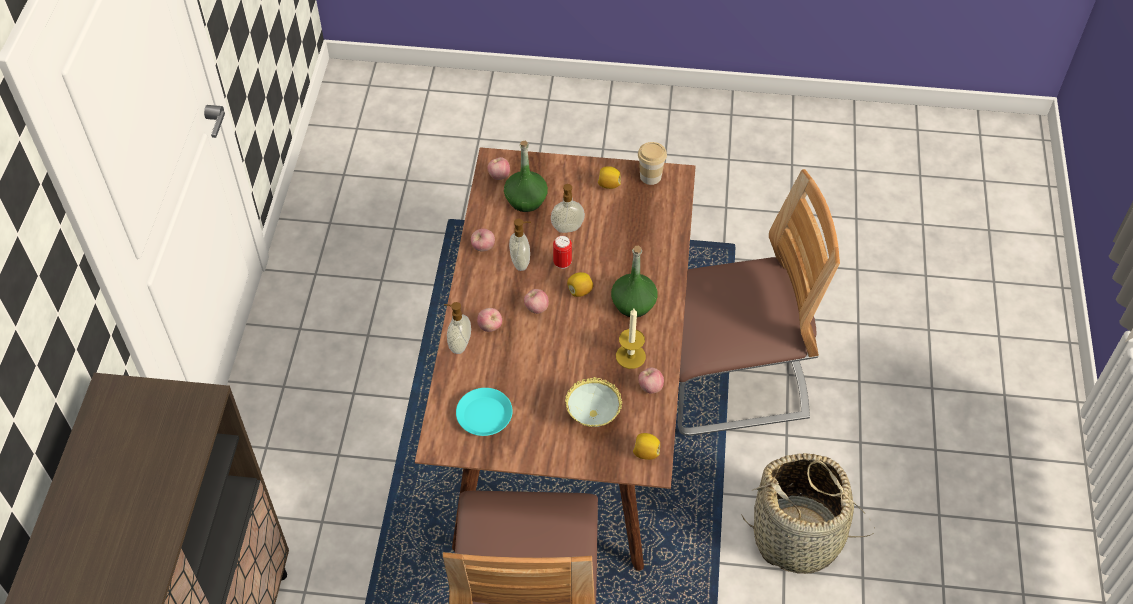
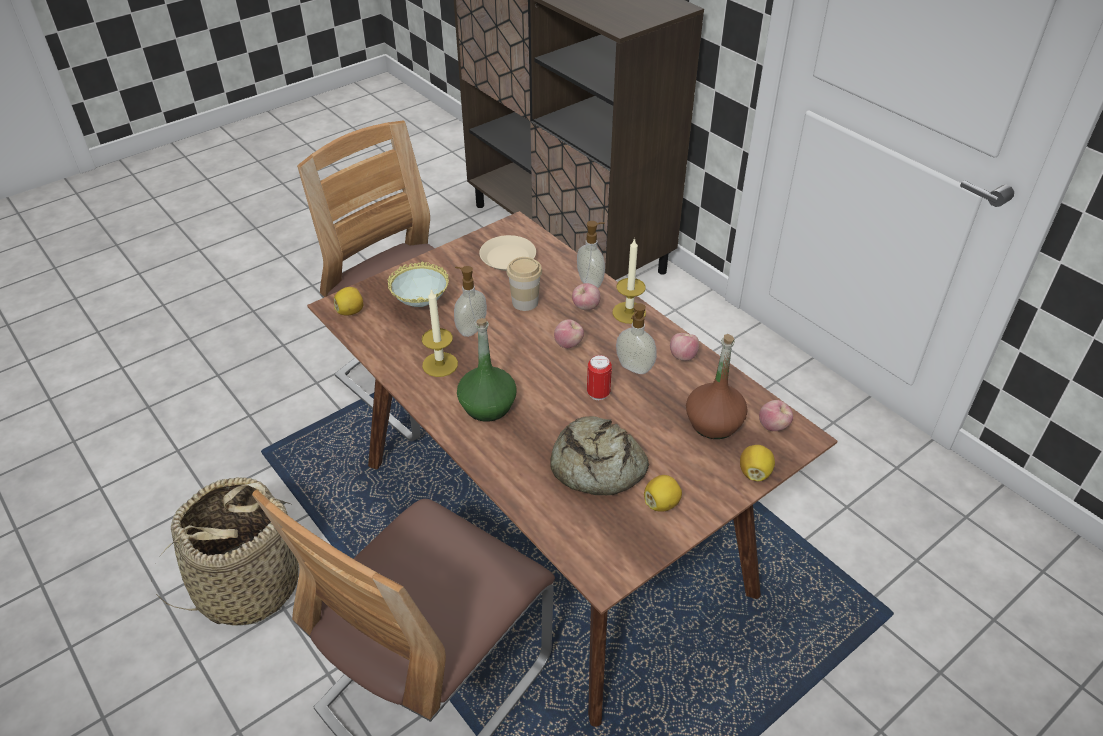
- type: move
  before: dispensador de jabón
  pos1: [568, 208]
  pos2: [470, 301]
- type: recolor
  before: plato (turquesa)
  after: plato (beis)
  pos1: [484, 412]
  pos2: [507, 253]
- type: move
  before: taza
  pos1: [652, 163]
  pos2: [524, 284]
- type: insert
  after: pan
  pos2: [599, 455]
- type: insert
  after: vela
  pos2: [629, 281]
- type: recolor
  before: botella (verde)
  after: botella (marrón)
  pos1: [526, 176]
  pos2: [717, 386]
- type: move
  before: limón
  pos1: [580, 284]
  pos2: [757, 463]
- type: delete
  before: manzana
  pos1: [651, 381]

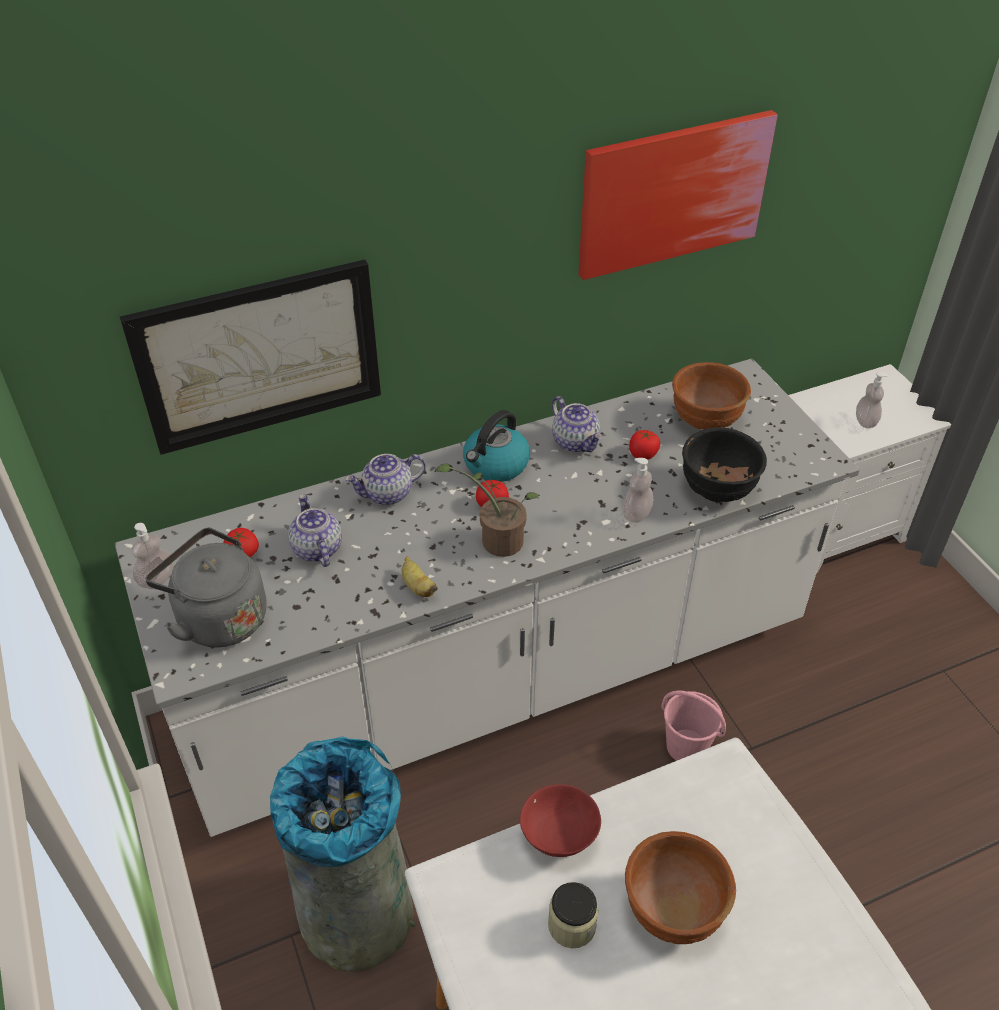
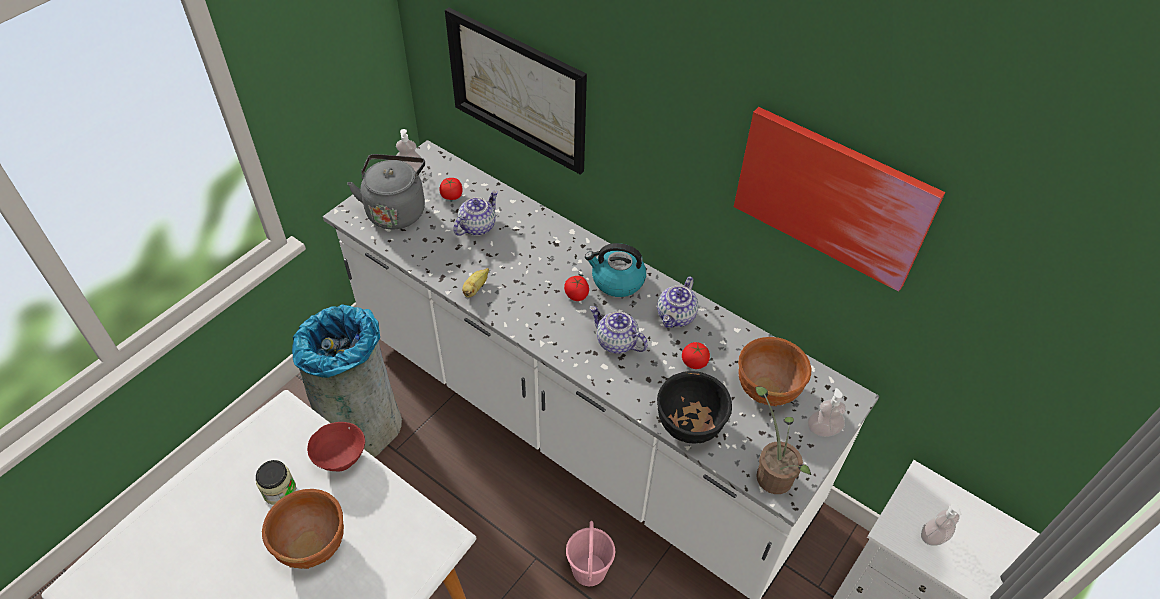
- type: move
  before: tetera
  pos1: [385, 479]
  pos2: [619, 330]
- type: move
  before: planta en maceta
  pos1: [487, 510]
  pos2: [783, 440]
- type: move
  before: dispensador de jabón
  pos1: [638, 490]
  pos2: [827, 412]

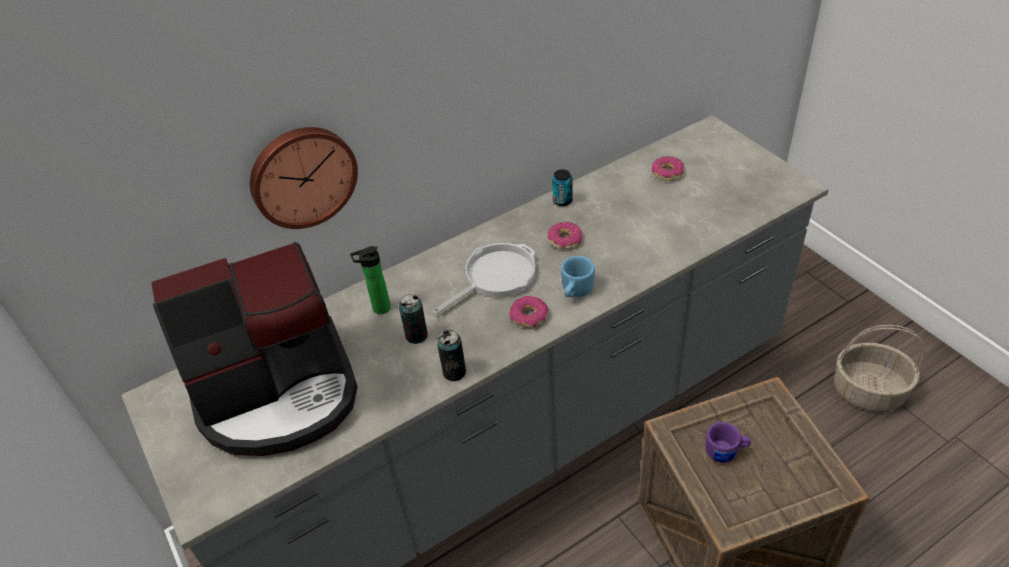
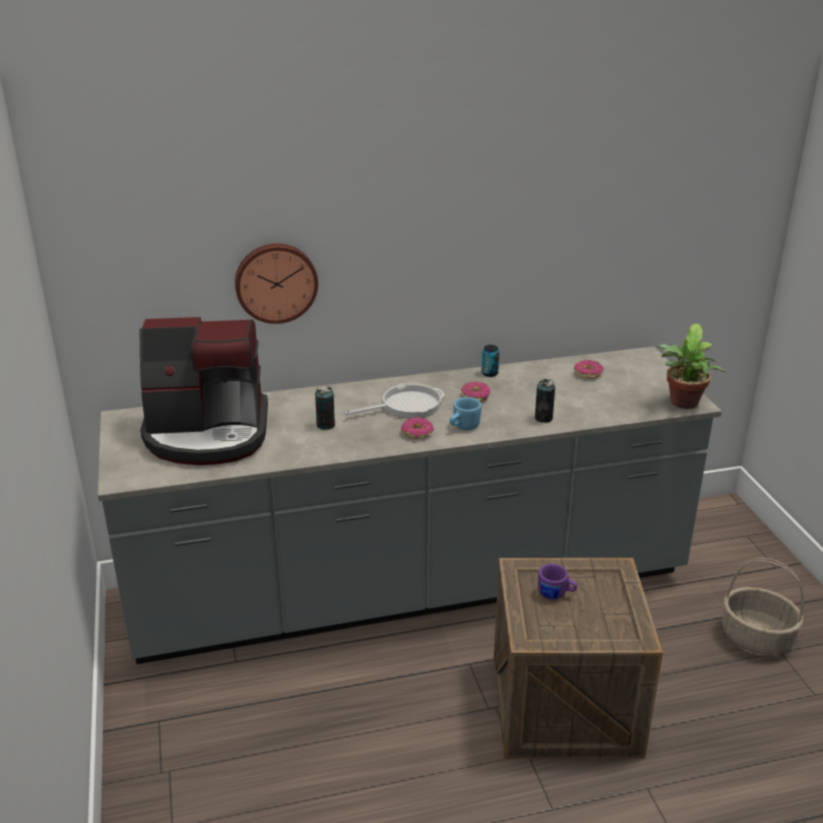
- type: move
  before: lata
  pos1: [451, 355]
  pos2: [545, 401]
- type: insert
  after: planta en maceta
  pos2: [691, 366]
- type: delete
  before: botella
  pos1: [370, 280]

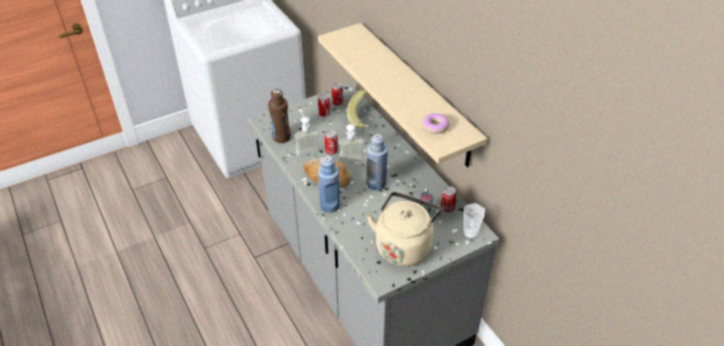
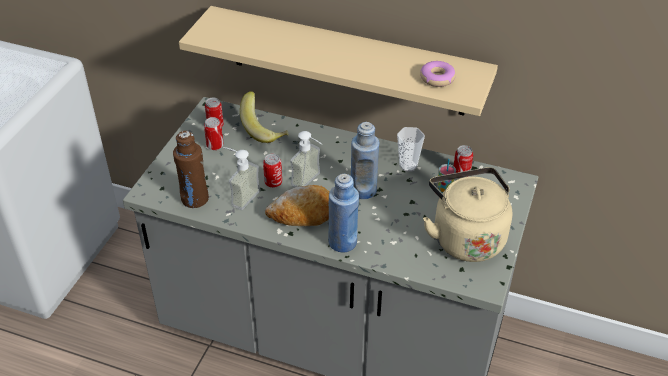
- type: move
  before: taza
  pos1: [474, 221]
  pos2: [411, 149]

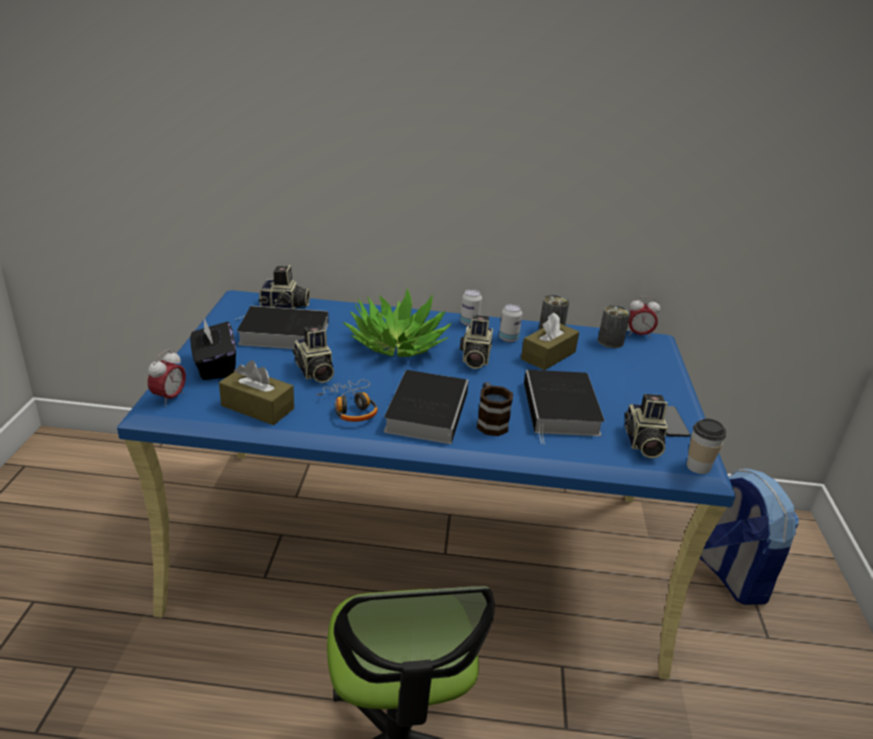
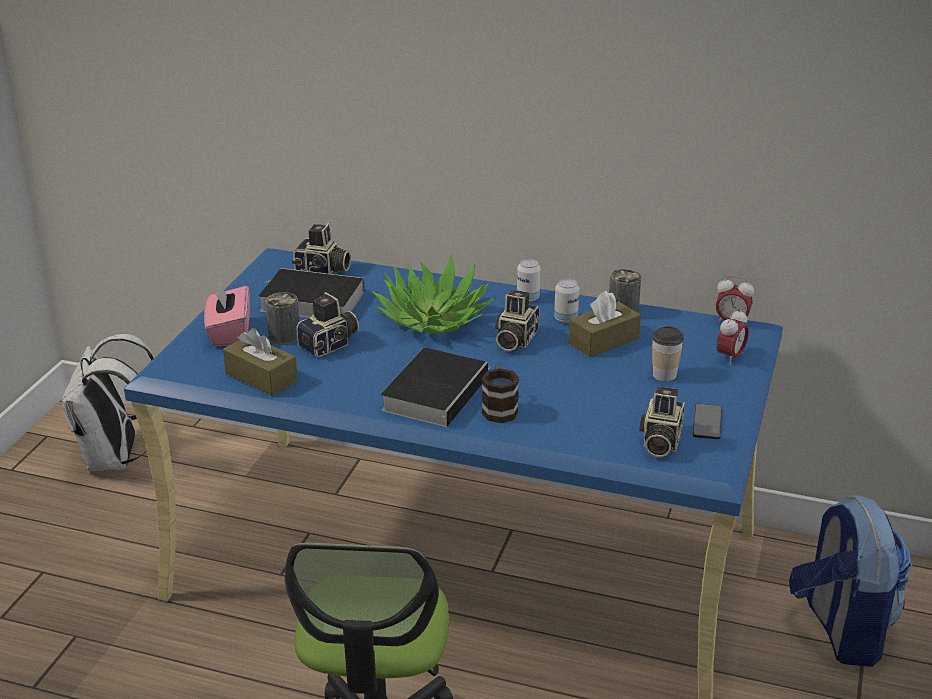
- type: insert
  after: mochila (blanco)
  pos2: [108, 402]
- type: recolor
  before: caja de pañuelos (negro)
  after: caja de pañuelos (rosa)
  pos1: [213, 349]
  pos2: [227, 314]
- type: move
  before: lata
  pos1: [614, 326]
  pos2: [282, 318]
- type: rotate
  before: cámara
  pos1: [313, 354]
  pos2: [328, 324]
  turn: -120
- type: move
  before: taza
  pos1: [706, 446]
  pos2: [668, 353]
- type: move
  before: despertador
  pos1: [167, 378]
  pos2: [733, 336]
- type: delete
  before: auriculares
  pos1: [347, 401]
- type: delete
  before: libro
  pos1: [564, 407]

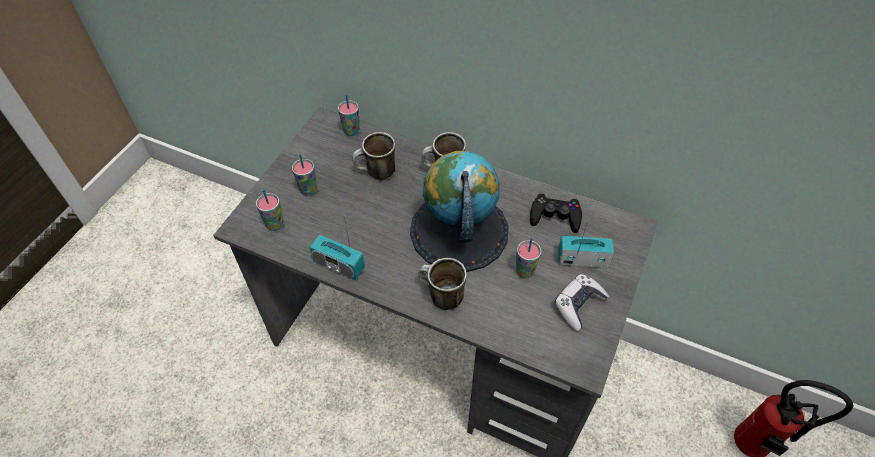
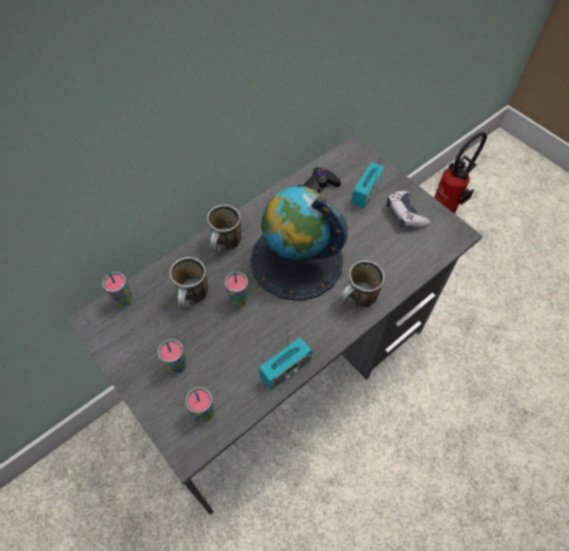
- type: move
  before: taza
  pos1: [528, 258]
  pos2: [236, 289]

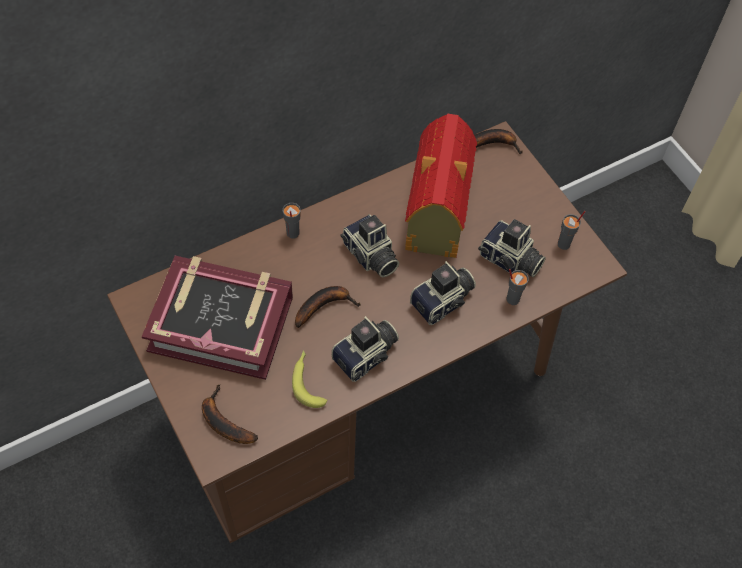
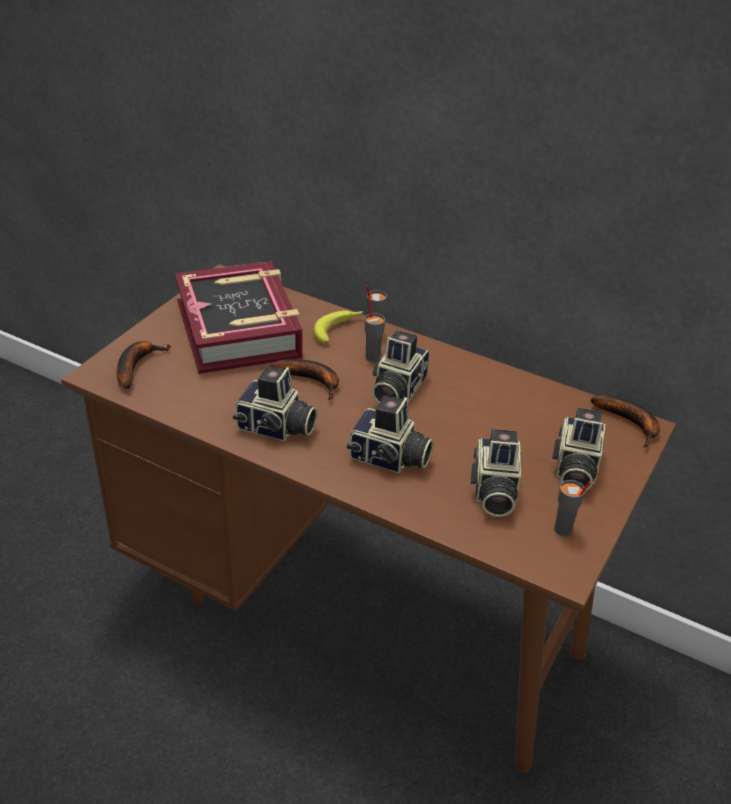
- type: move
  before: plátano
  pos1: [310, 379]
  pos2: [338, 327]
- type: move
  before: taza (gris)
  pos1: [518, 287]
  pos2: [375, 330]
- type: insert
  after: cámara
  pos2: [578, 450]
- type: delete
  before: casita
  pos1: [441, 185]

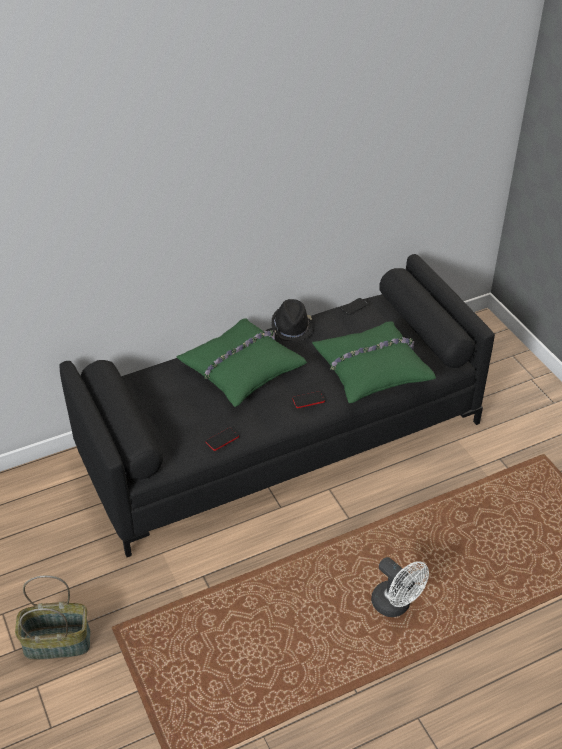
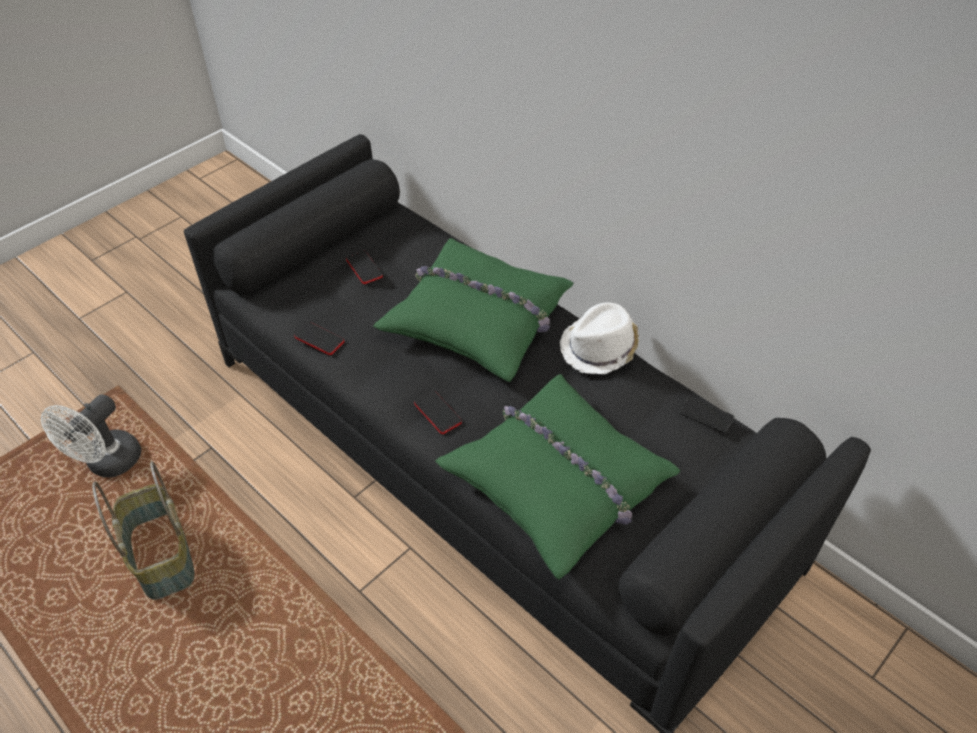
- type: move
  before: ventilador (blanco)
  pos1: [400, 587]
  pos2: [91, 436]
- type: move
  before: cesta
  pos1: [53, 617]
  pos2: [143, 530]
- type: insert
  after: móvil
  pos2: [364, 267]
- type: recolor
  before: sombrero (negro)
  after: sombrero (blanco)
  pos1: [292, 321]
  pos2: [599, 338]

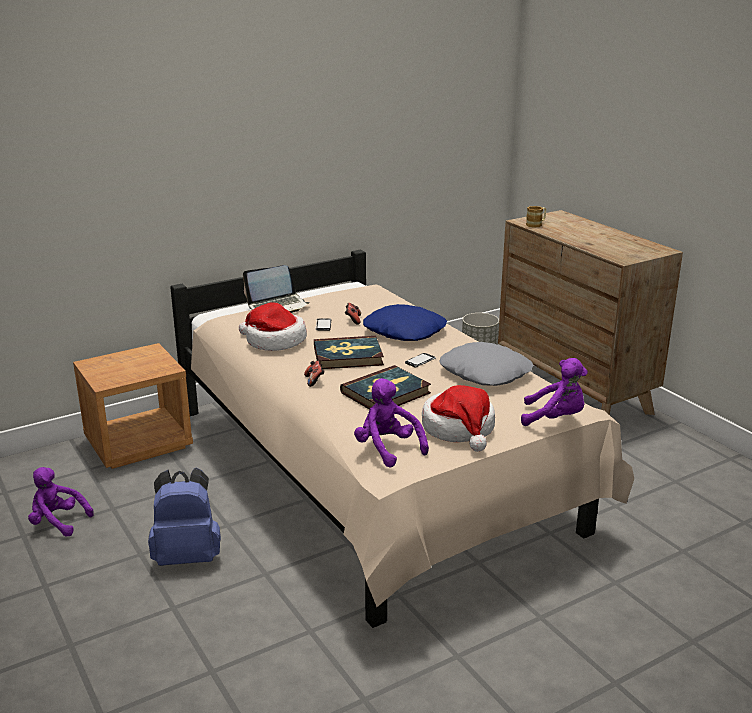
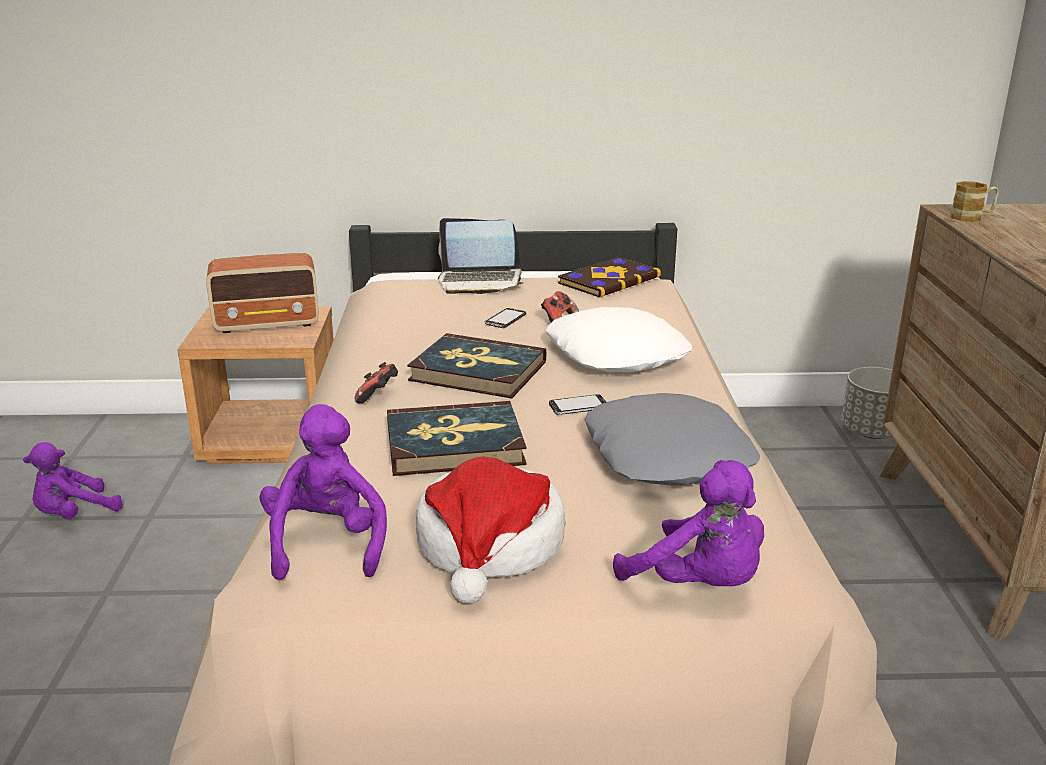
- type: rotate
  before: peluche (morado)
  pos1: [61, 502]
  pos2: [73, 480]
  turn: -90
- type: insert
  after: radio
  pos2: [262, 293]
- type: recolor
  before: cojín (azul)
  after: cojín (blanco)
  pos1: [405, 322]
  pos2: [619, 339]
- type: insert
  after: libro
  pos2: [609, 277]
- type: delete
  before: mochila (azul)
  pos1: [184, 516]
- type: delete
  before: sombrero
  pos1: [273, 326]

